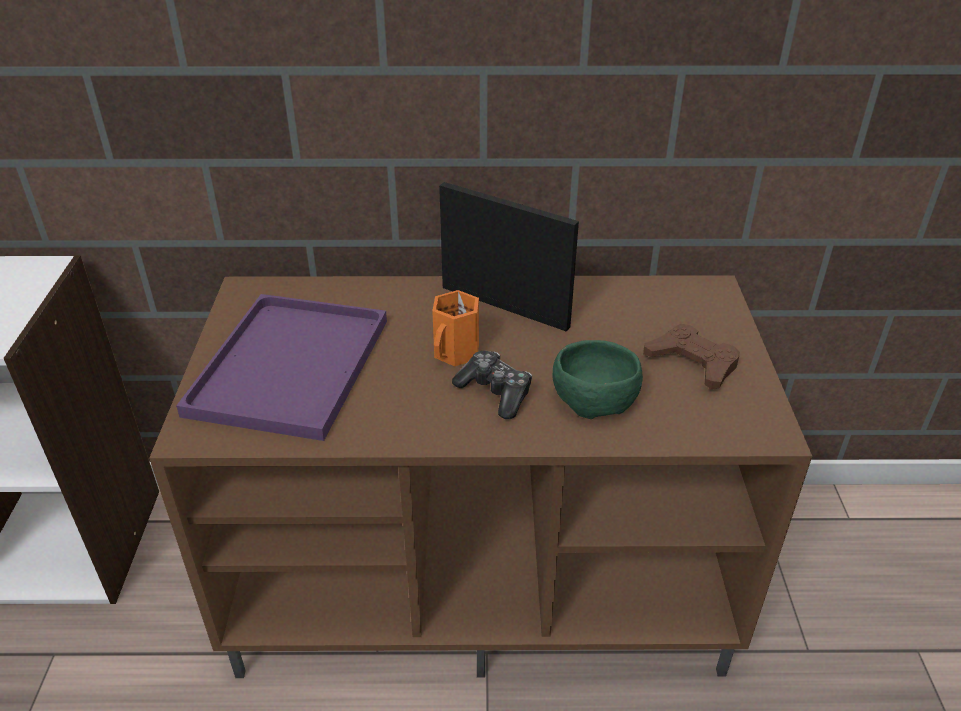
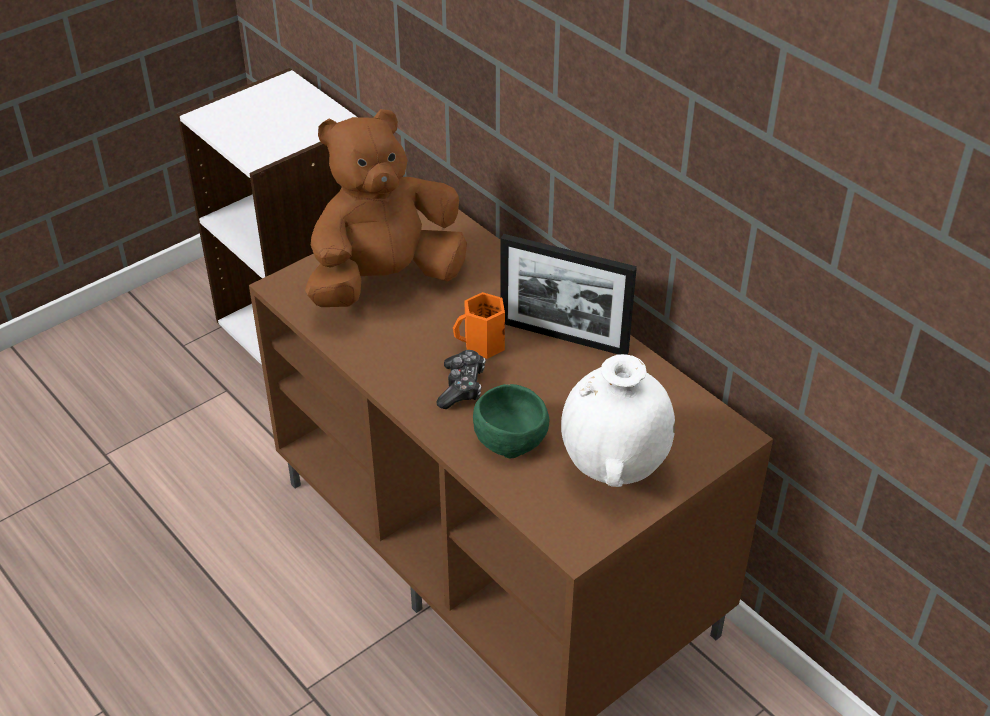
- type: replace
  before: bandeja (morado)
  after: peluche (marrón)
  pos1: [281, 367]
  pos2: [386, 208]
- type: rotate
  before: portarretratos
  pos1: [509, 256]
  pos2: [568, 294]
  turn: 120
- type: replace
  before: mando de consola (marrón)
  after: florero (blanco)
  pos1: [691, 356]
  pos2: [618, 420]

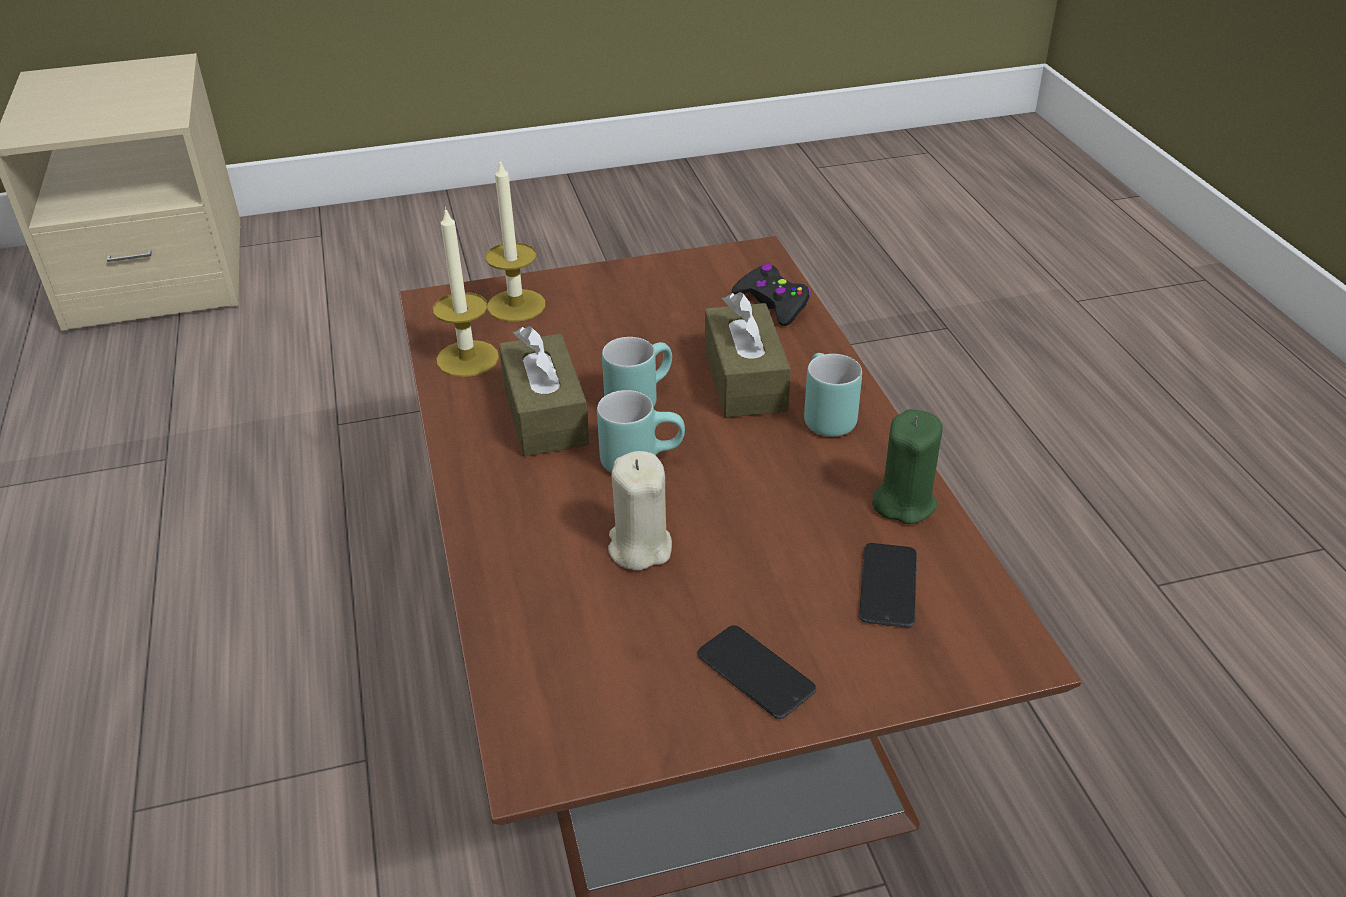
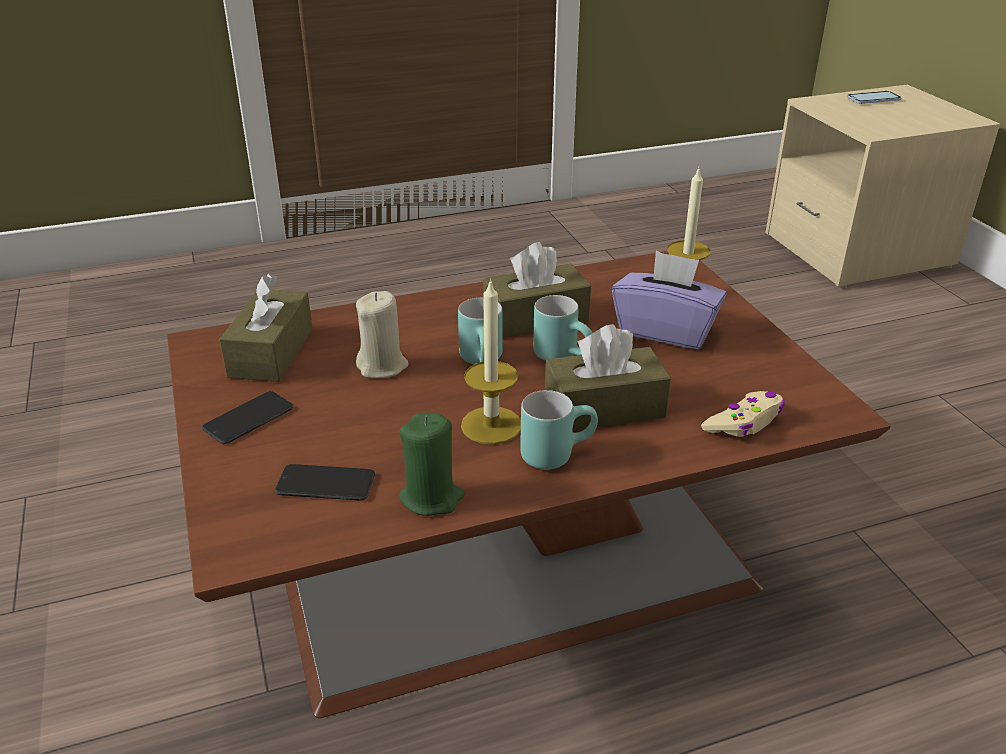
- type: insert
  after: caja de pañuelos (marrón)
  pos2: [266, 327]
- type: move
  before: vela
  pos1: [466, 292]
  pos2: [491, 361]
- type: insert
  after: caja de pañuelos (morado)
  pos2: [669, 300]
- type: recolor
  before: mando de consola (negro)
  after: mando de consola (beis)
  pos1: [771, 295]
  pos2: [743, 414]
- type: insert
  after: móvil
  pos2: [874, 97]

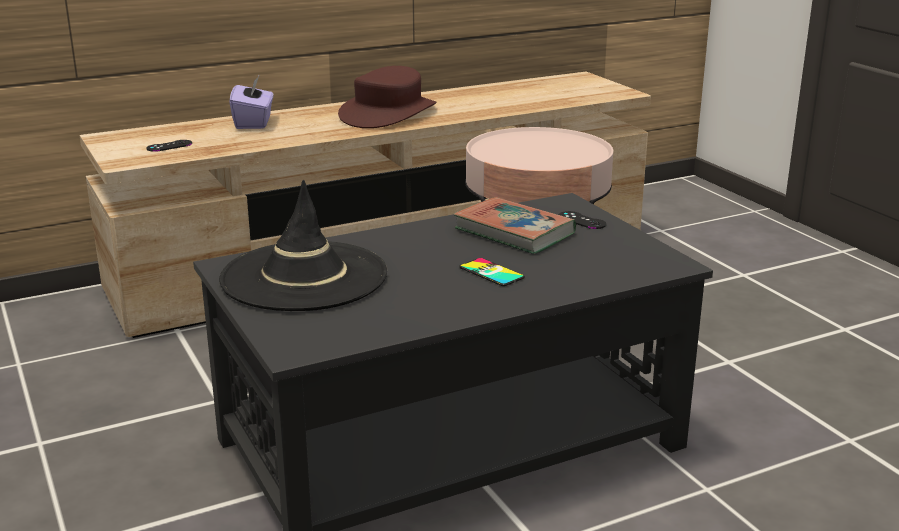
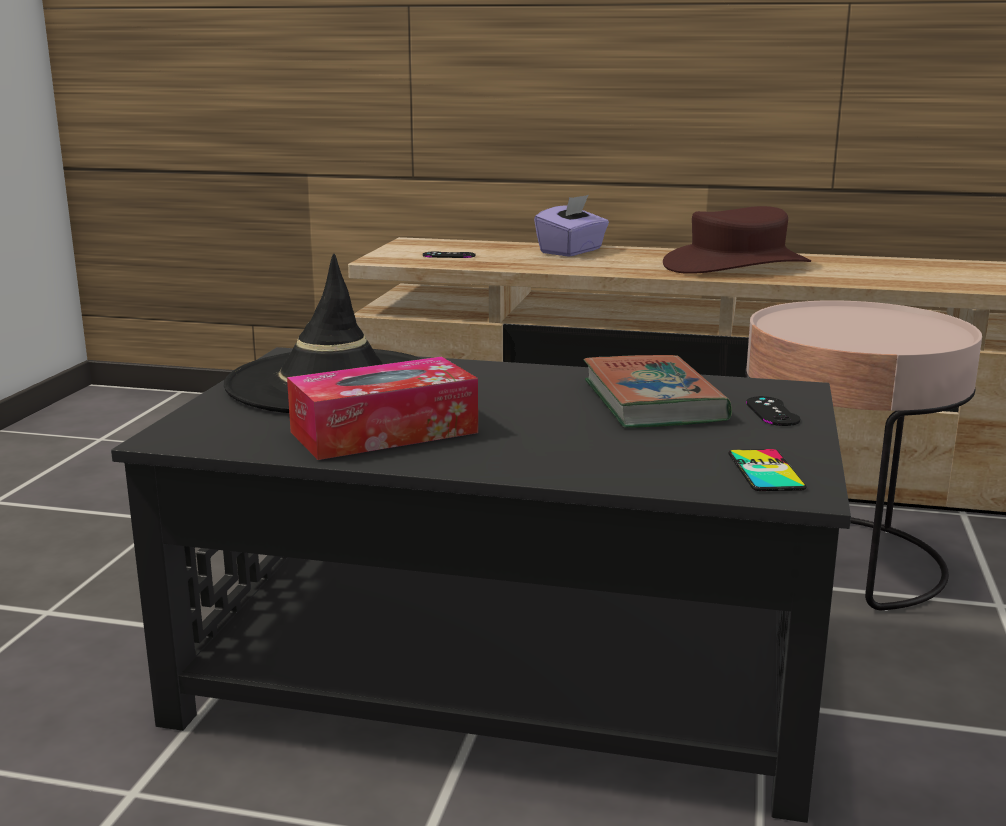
- type: insert
  after: caja de pañuelos
  pos2: [382, 408]
- type: move
  before: móvil
  pos1: [492, 272]
  pos2: [767, 470]

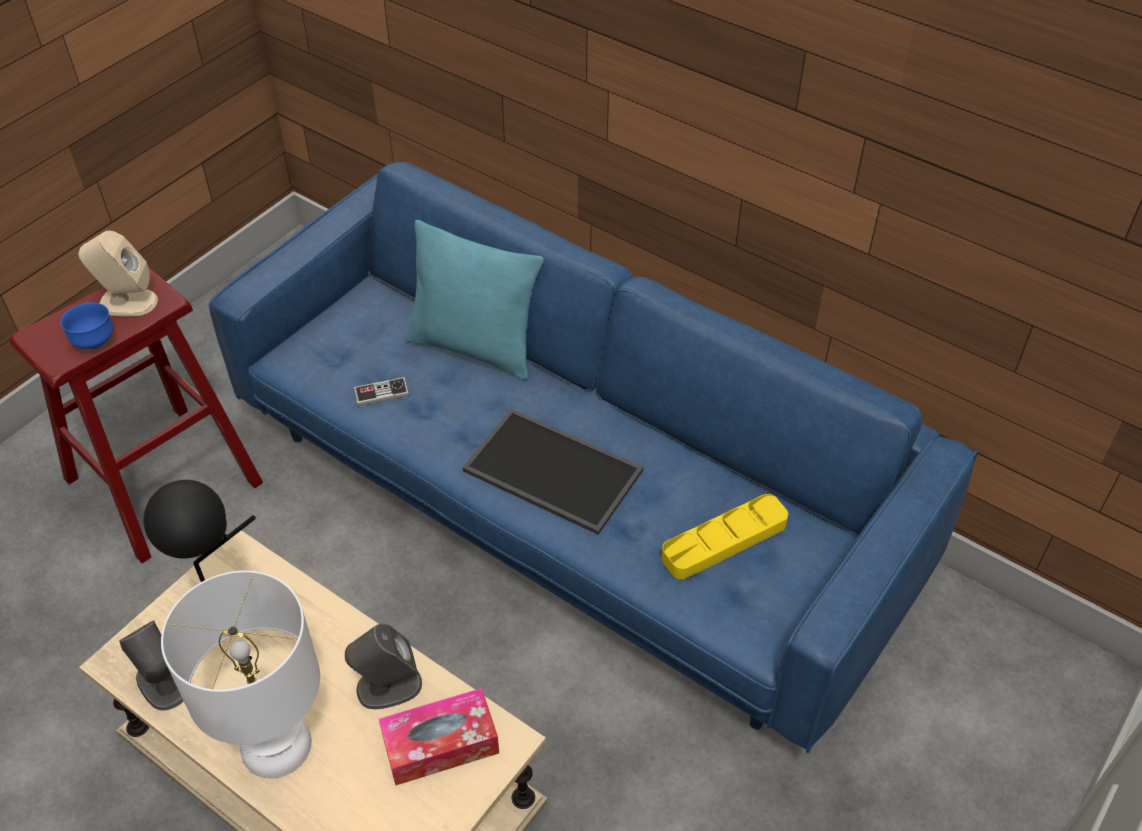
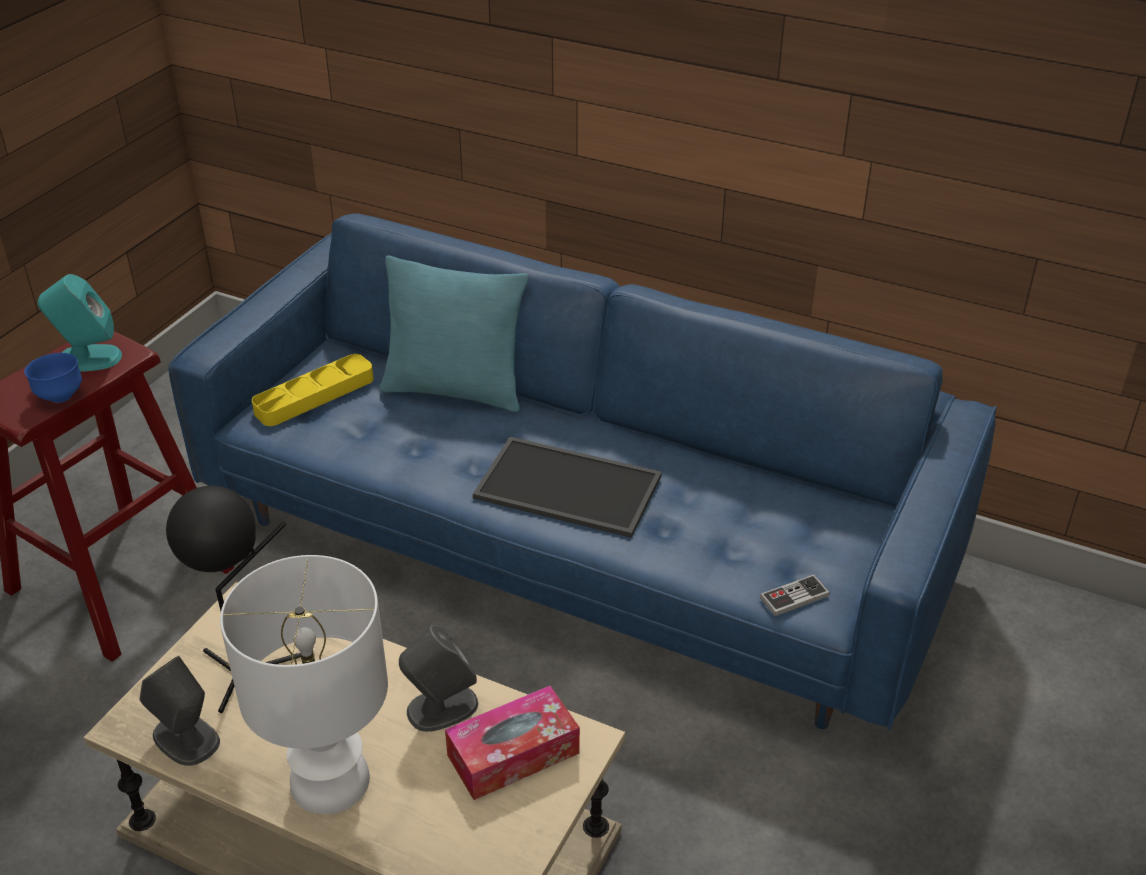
- type: recolor
  before: altavoz (beis)
  after: altavoz (turquesa)
  pos1: [118, 273]
  pos2: [79, 323]
- type: move
  before: bandeja (amarillo)
  pos1: [724, 536]
  pos2: [312, 390]
- type: move
  before: mando de consola
  pos1: [381, 392]
  pos2: [795, 595]

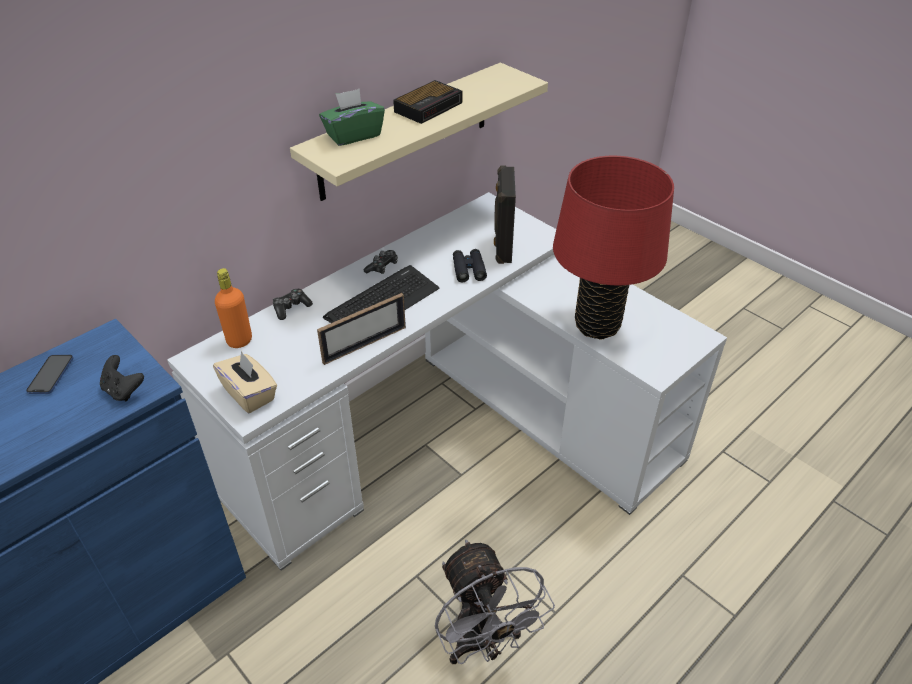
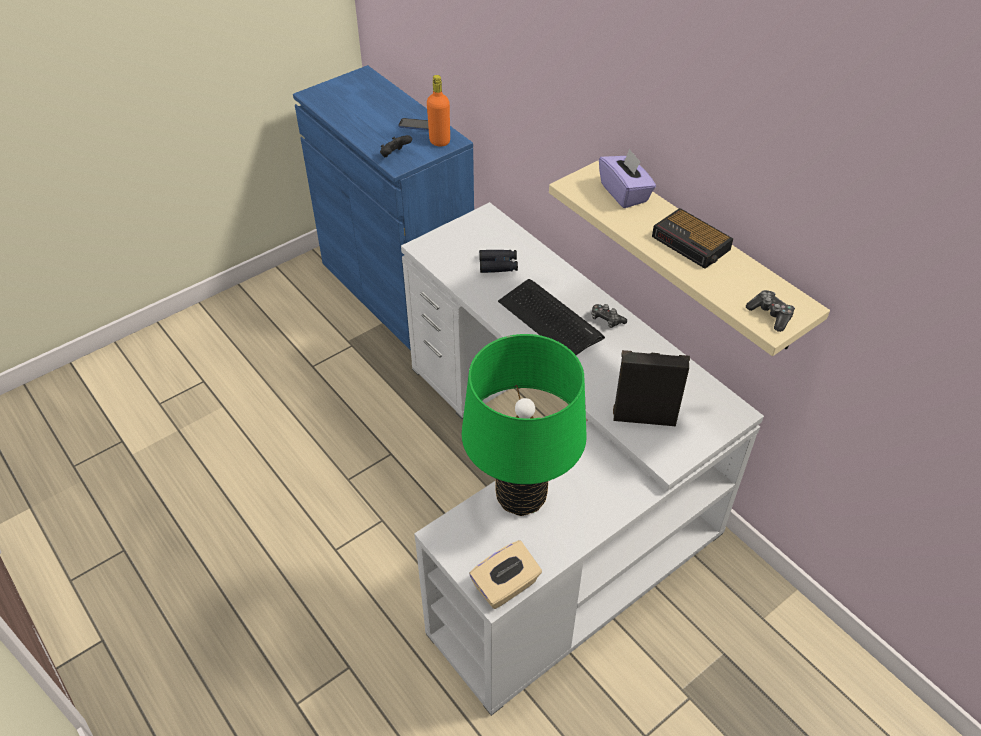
- type: move
  before: botella (naranja)
  pos1: [233, 308]
  pos2: [438, 111]
- type: recolor
  before: lámpara de mesa (rojo)
  after: lámpara de mesa (verde)
  pos1: [613, 248]
  pos2: [524, 425]
- type: move
  before: caja de pañuelos (beis)
  pos1: [245, 381]
  pos2: [505, 574]
- type: move
  before: prismáticos (negro)
  pos1: [470, 265]
  pos2: [498, 261]
- type: recolor
  before: caja de pañuelos (verde)
  after: caja de pañuelos (morado)
  pos1: [352, 117]
  pos2: [627, 178]
- type: move
  before: mando de consola
  pos1: [293, 304]
  pos2: [770, 311]
- type: delete
  before: portarretratos
  pos1: [361, 329]
- type: delete
  before: ventilador (gris)
  pos1: [495, 602]

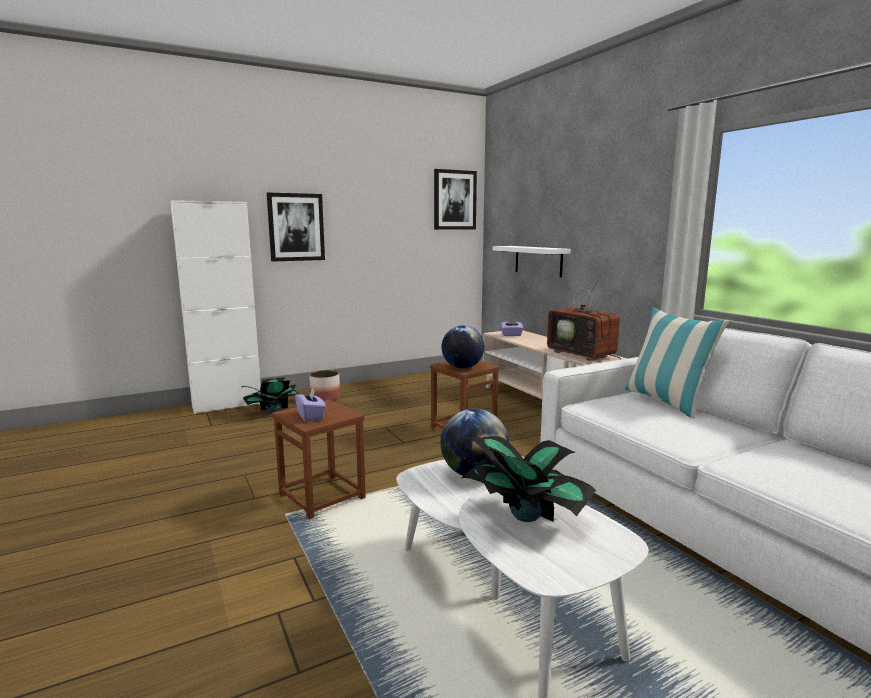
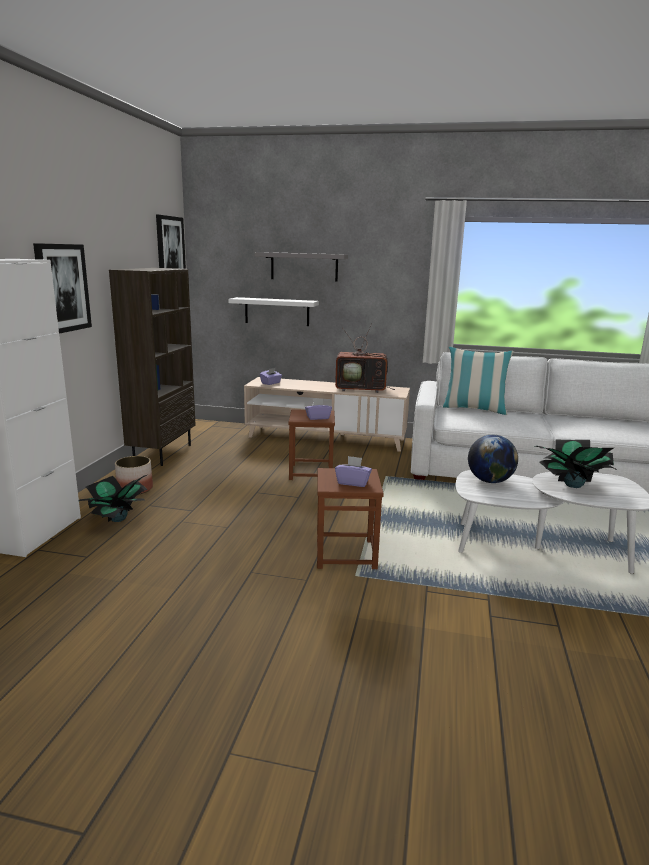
- type: insert
  after: estantería (marrón)
  pos2: [152, 367]
- type: insert
  after: estante (gris)
  pos2: [301, 266]
- type: replace
  before: globo terráqueo
  after: caja de pañuelos (morado)
  pos1: [462, 347]
  pos2: [318, 409]

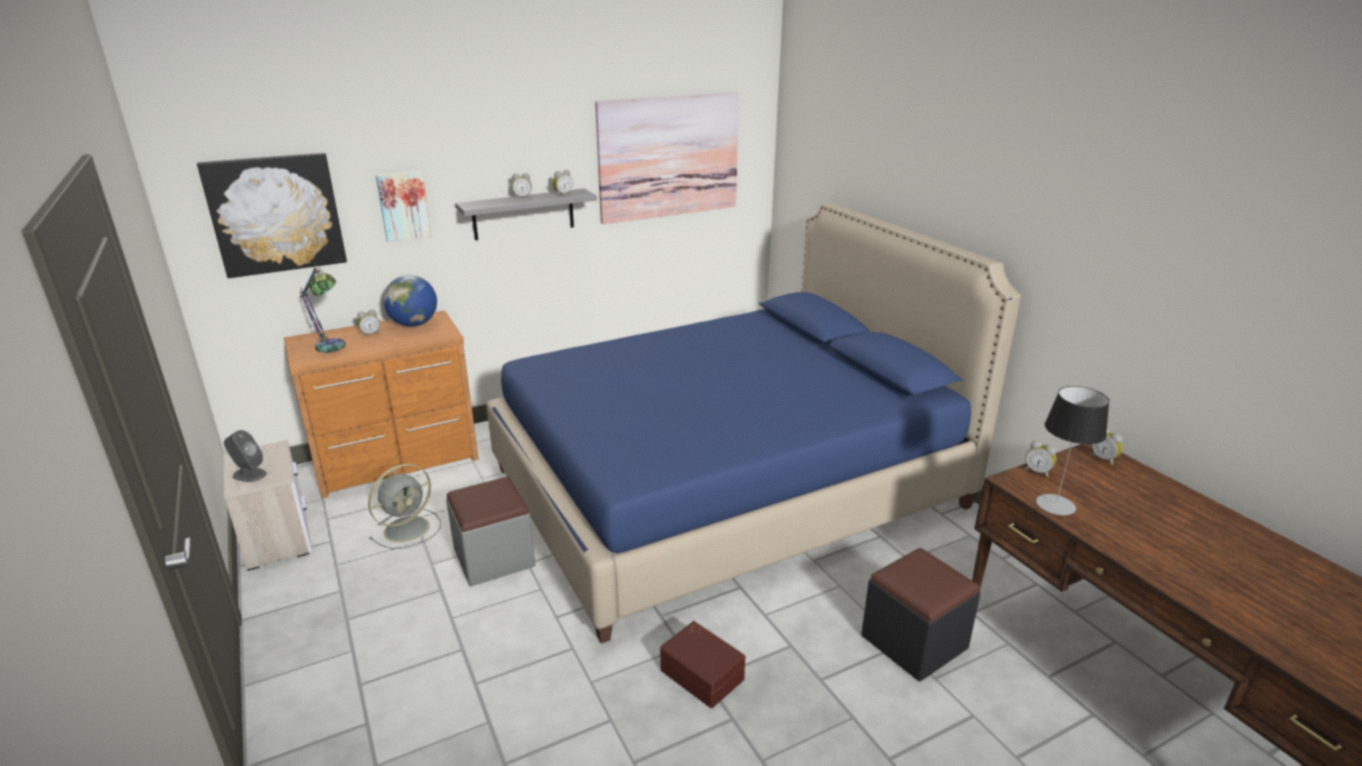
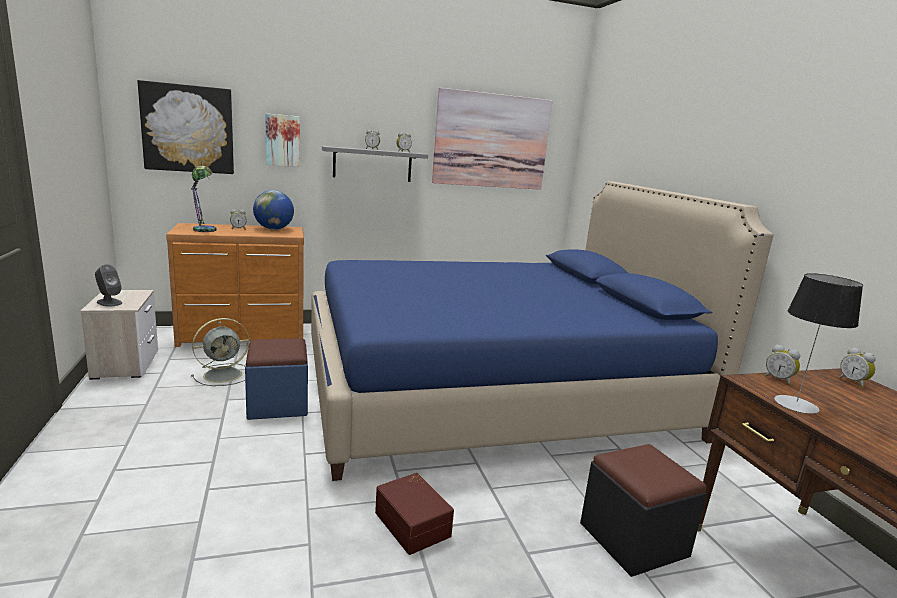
- type: recolor
  before: puf (gris)
  after: puf (azul)
  pos1: [491, 531]
  pos2: [276, 379]

